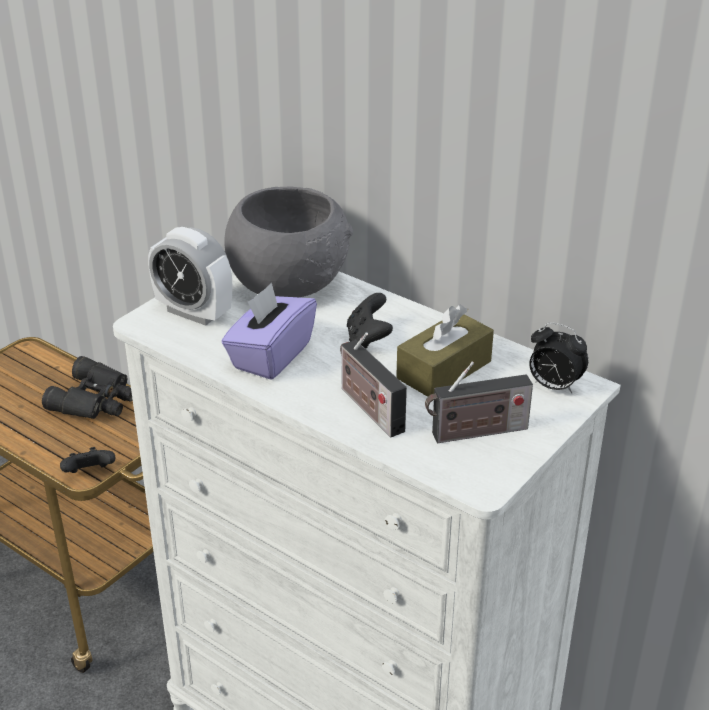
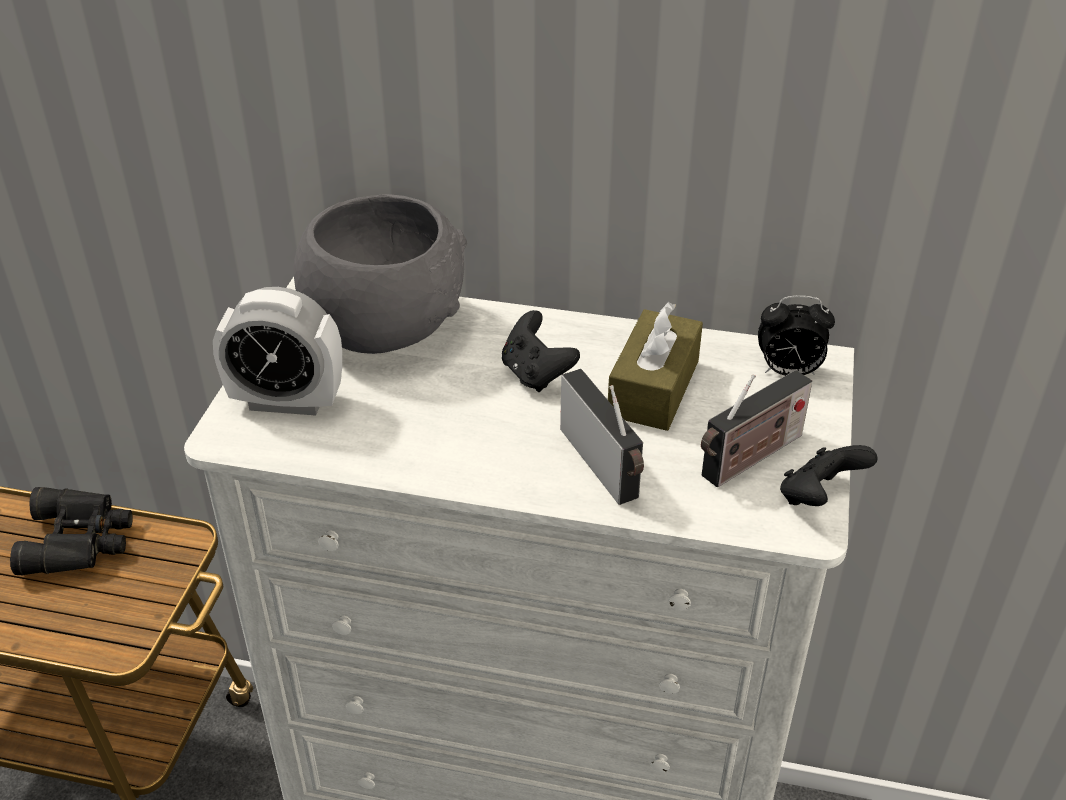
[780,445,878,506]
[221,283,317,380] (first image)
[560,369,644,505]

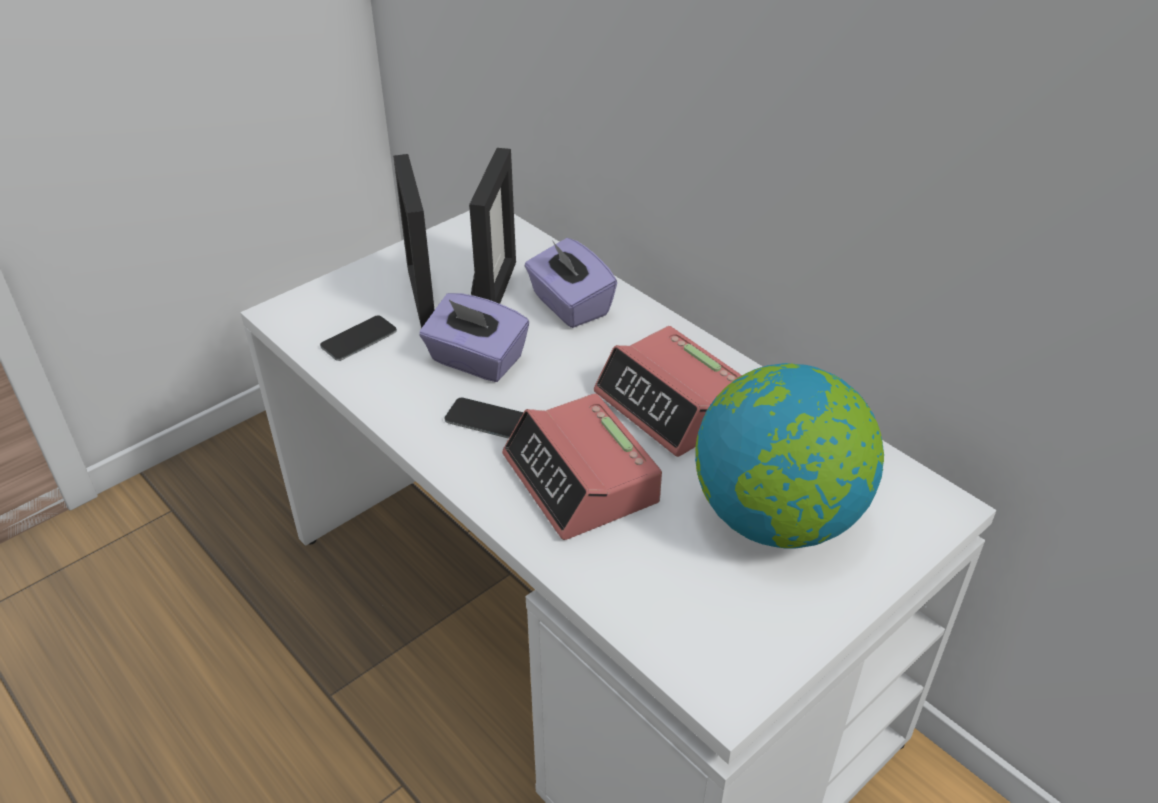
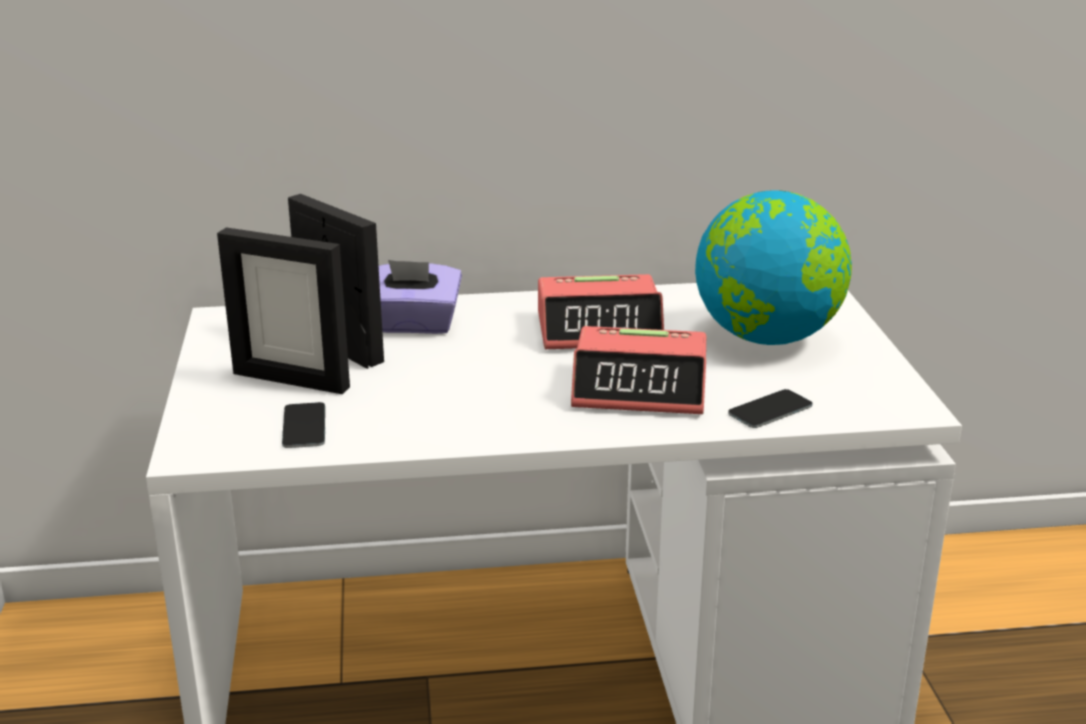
[419,293,529,382] (first image)
[728,389,812,428]

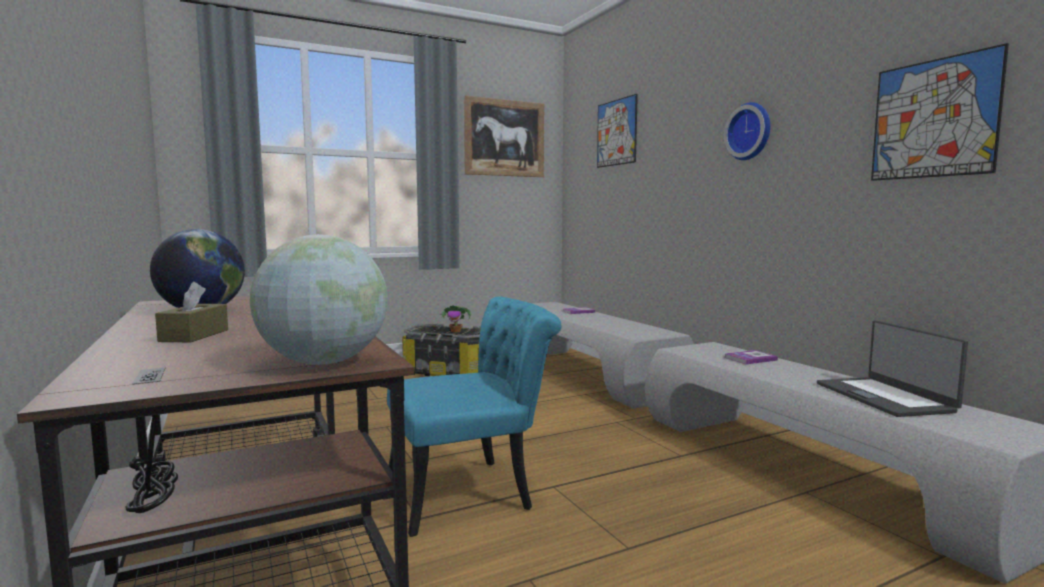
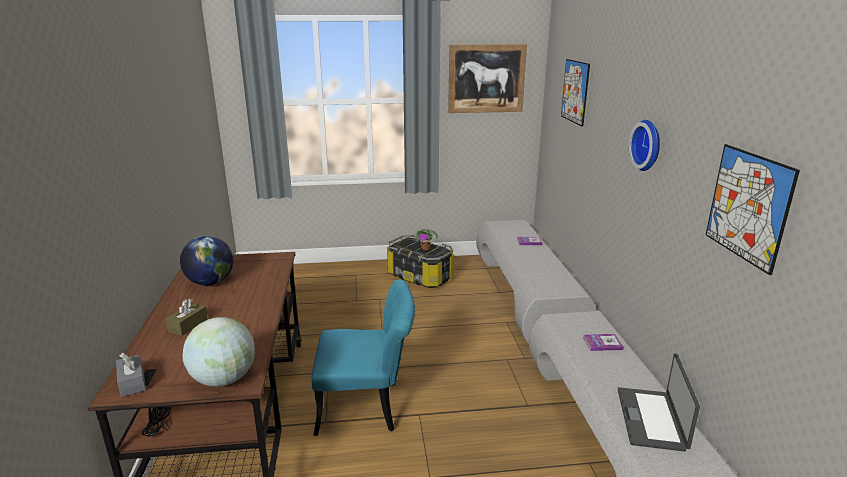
[116,353,146,397]

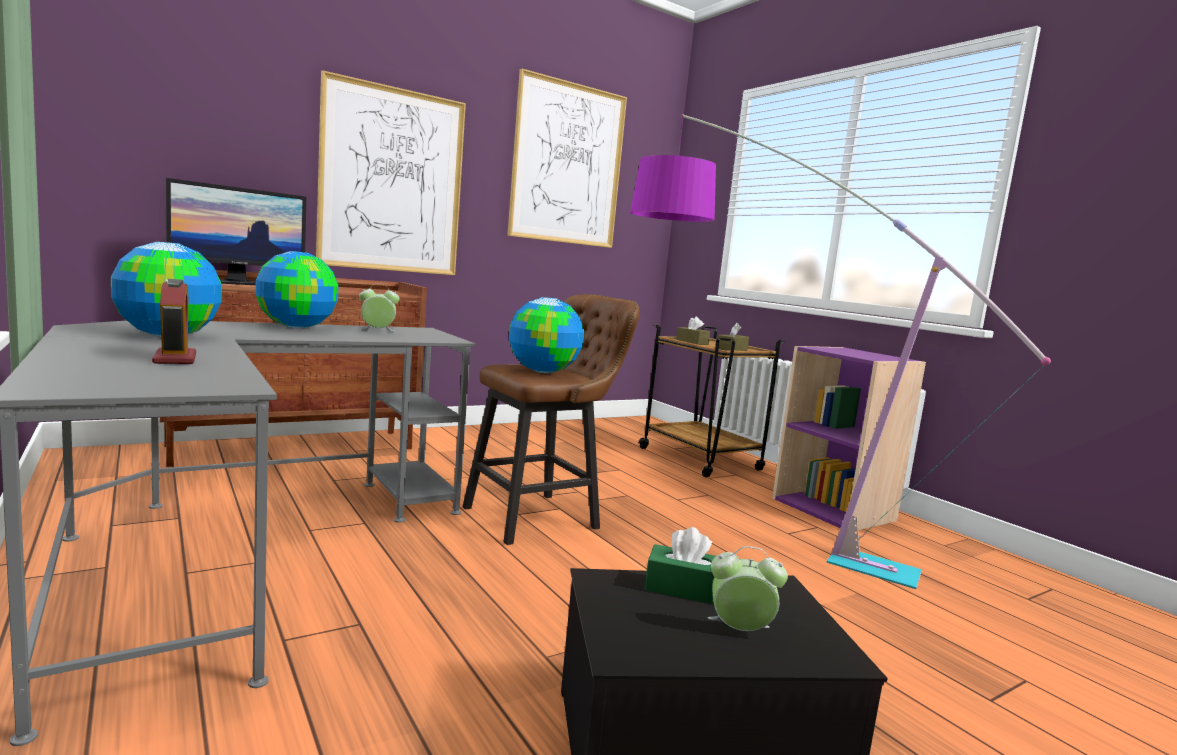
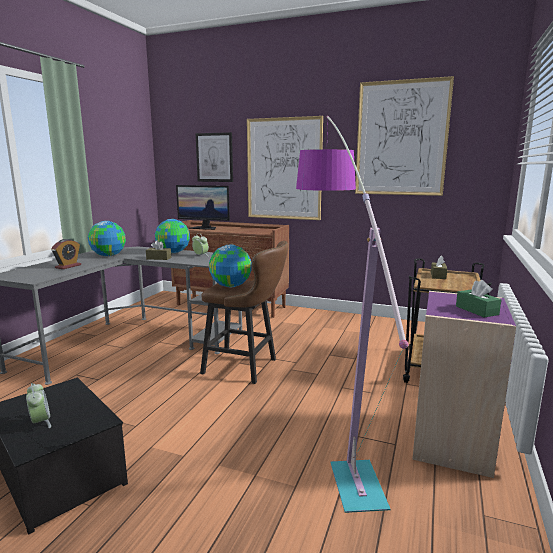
[456,280,501,318]
[146,240,171,260]
[196,132,233,182]

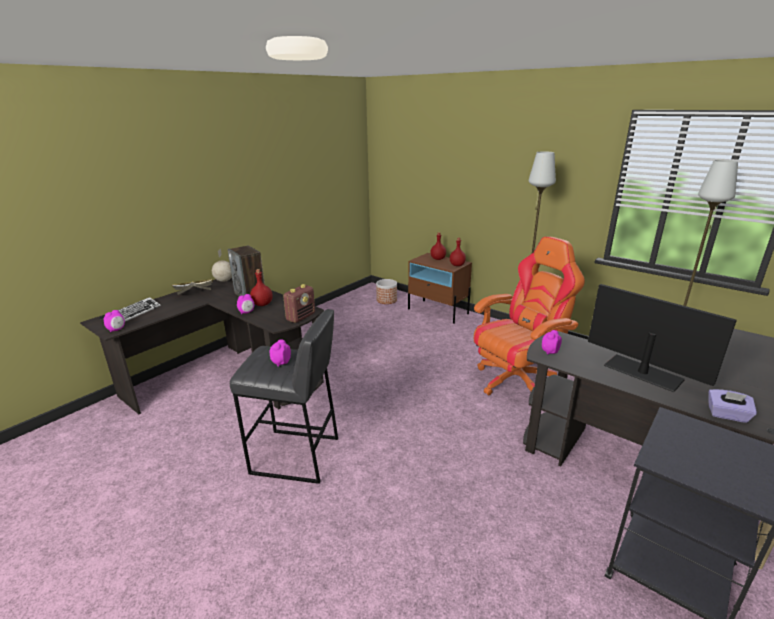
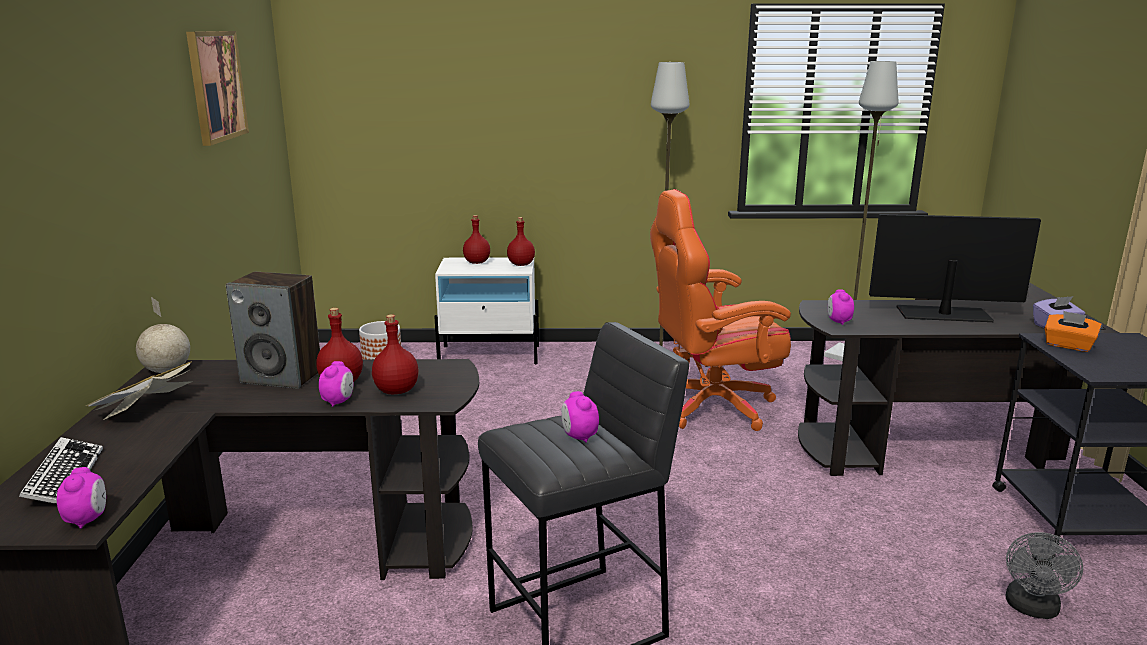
[283,284,315,323] (first image)
[434,257,539,364]
[650,189,791,431]
[186,31,249,146]
[372,314,419,394]
[1005,532,1083,619]
[1044,311,1102,352]

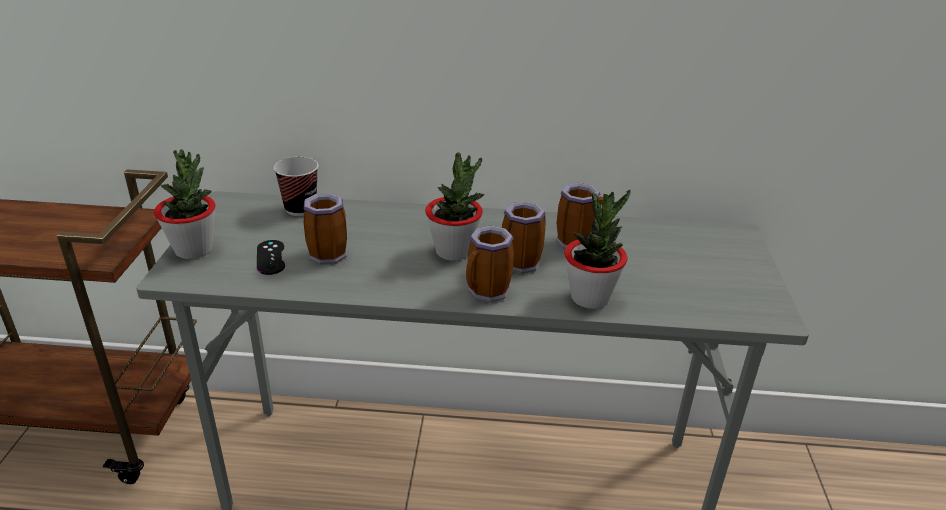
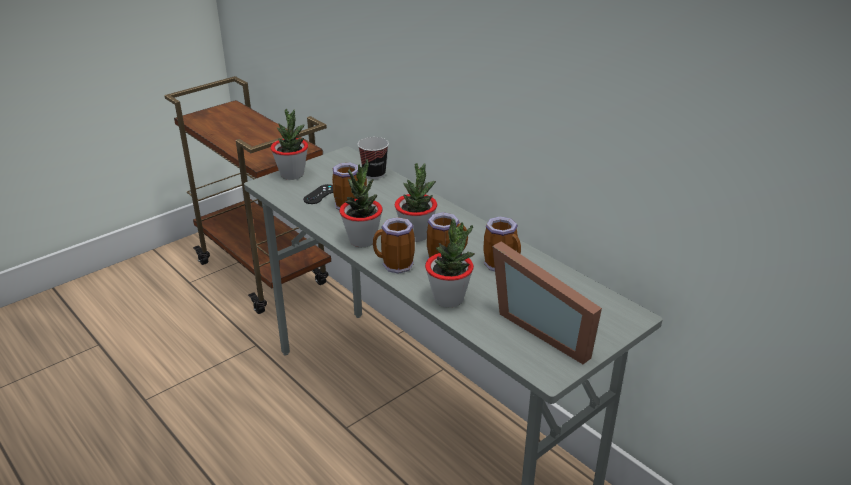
[339,159,383,247]
[492,242,602,364]

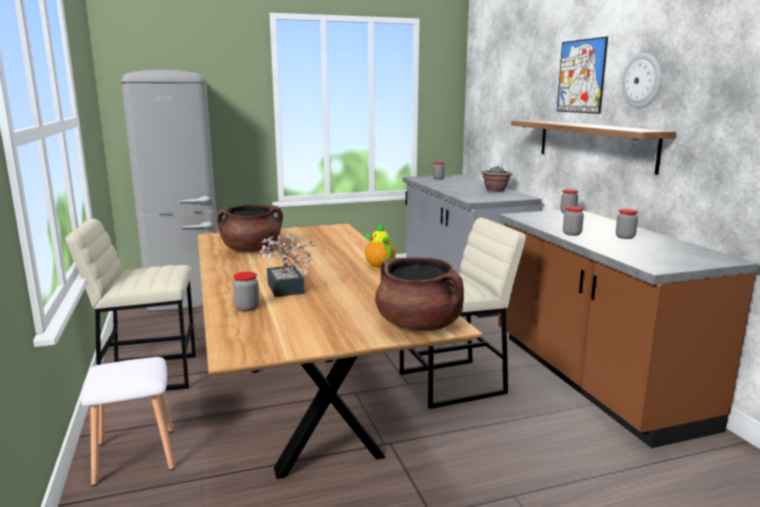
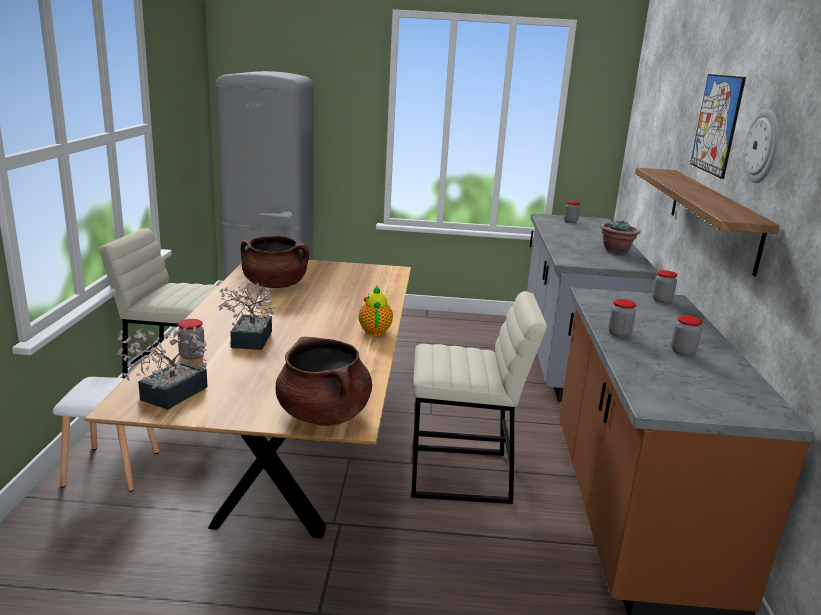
[117,326,208,410]

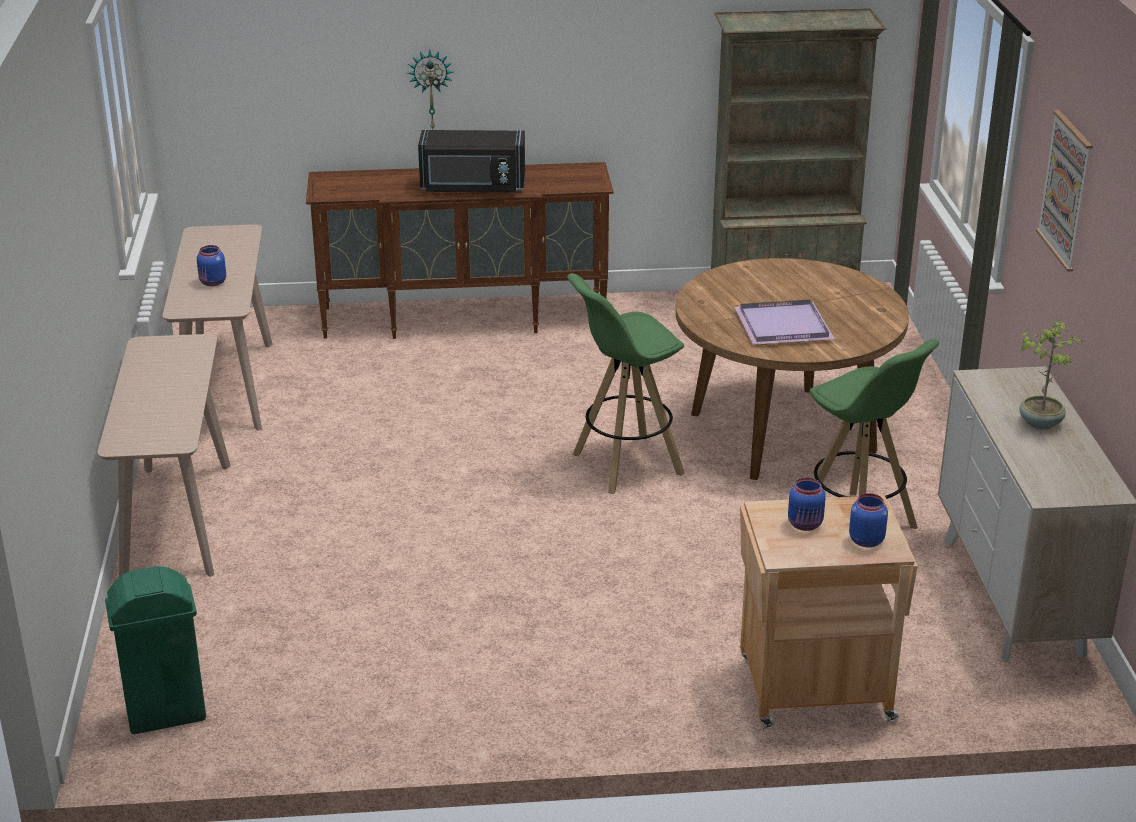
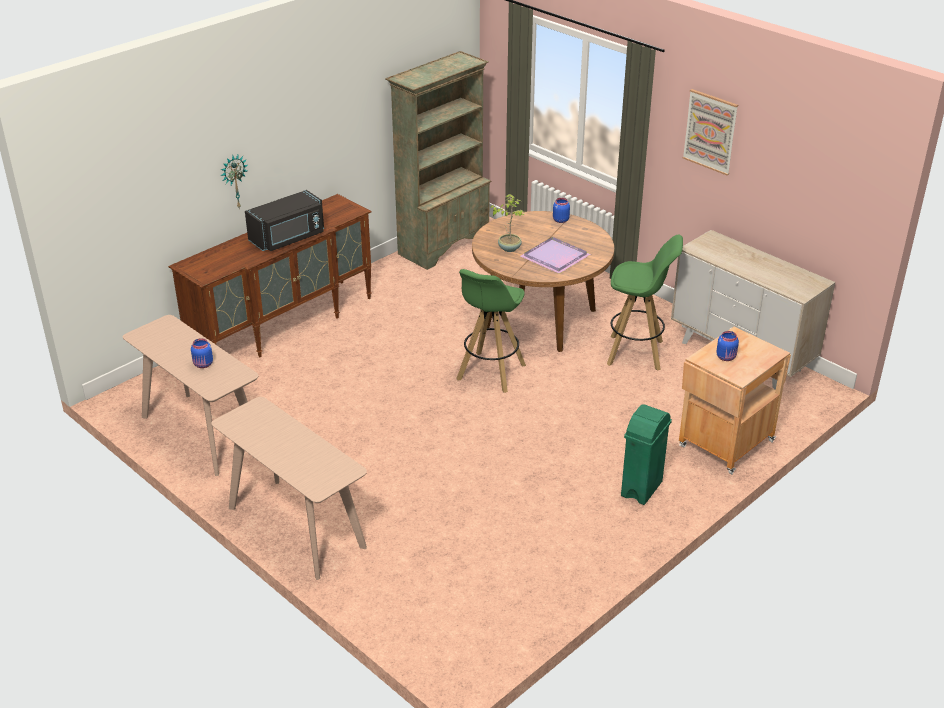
[621,404,672,505]
[553,198,570,223]
[490,194,524,252]

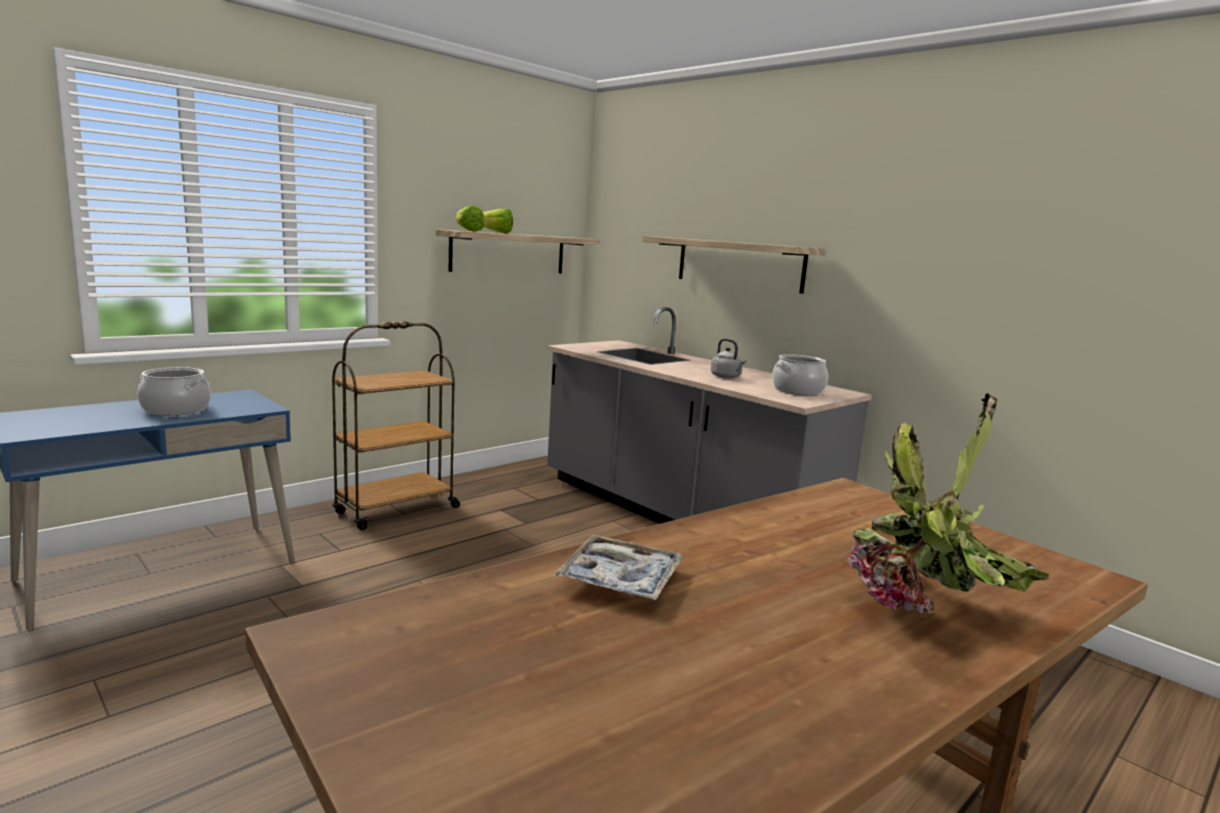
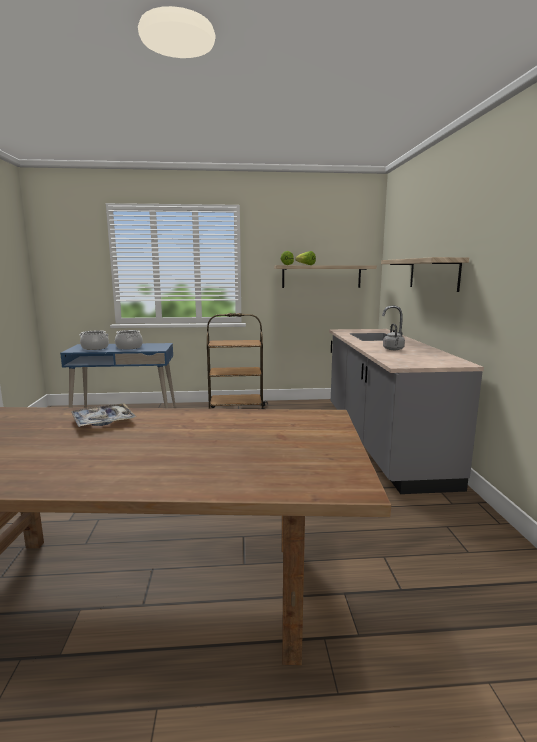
[80,331,109,350]
[849,393,1049,614] (first image)

